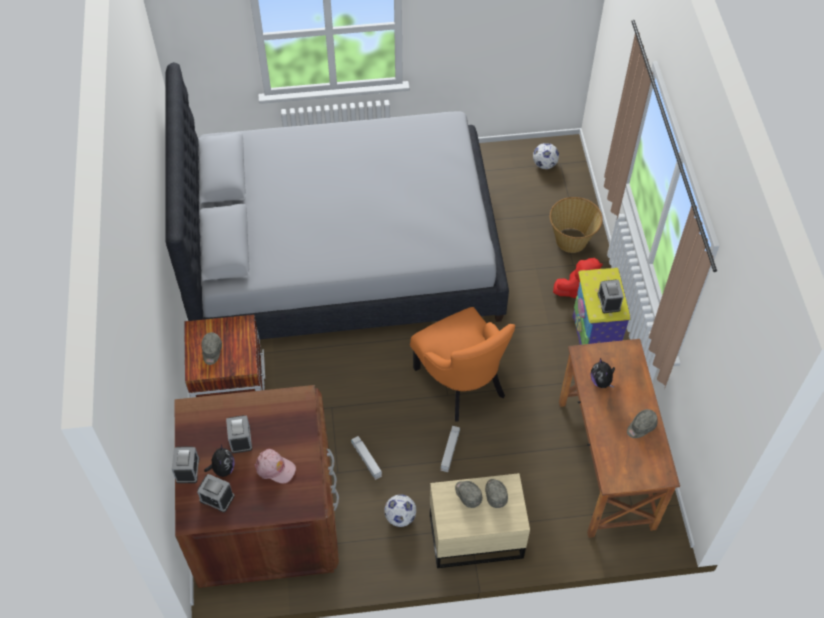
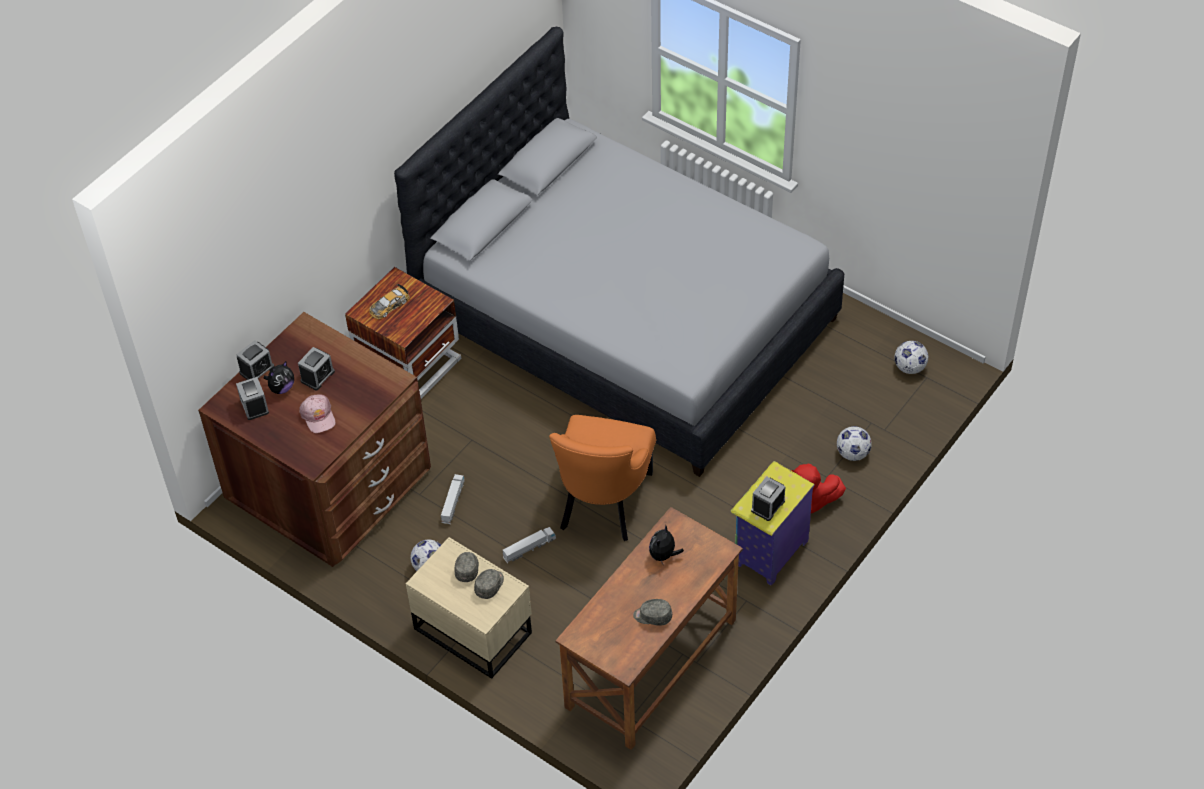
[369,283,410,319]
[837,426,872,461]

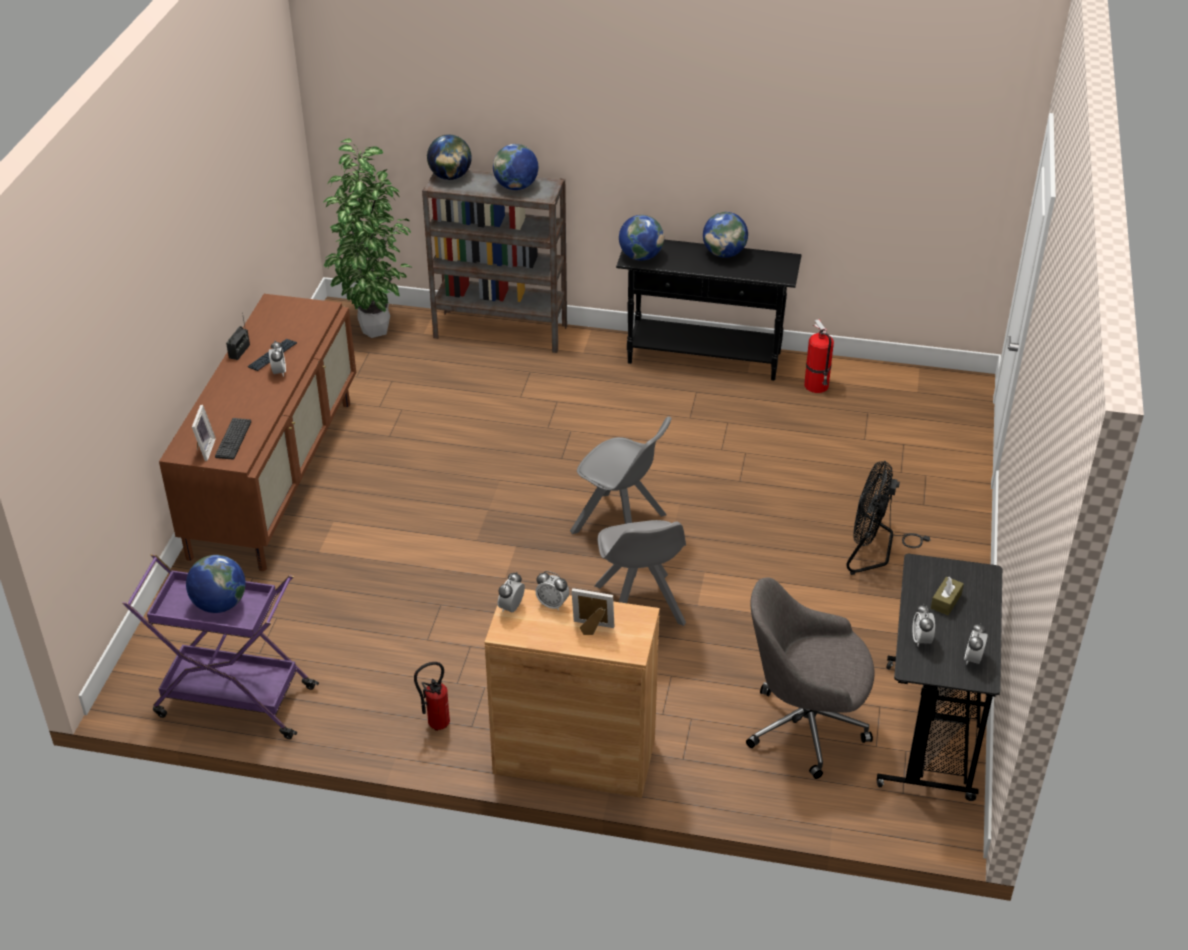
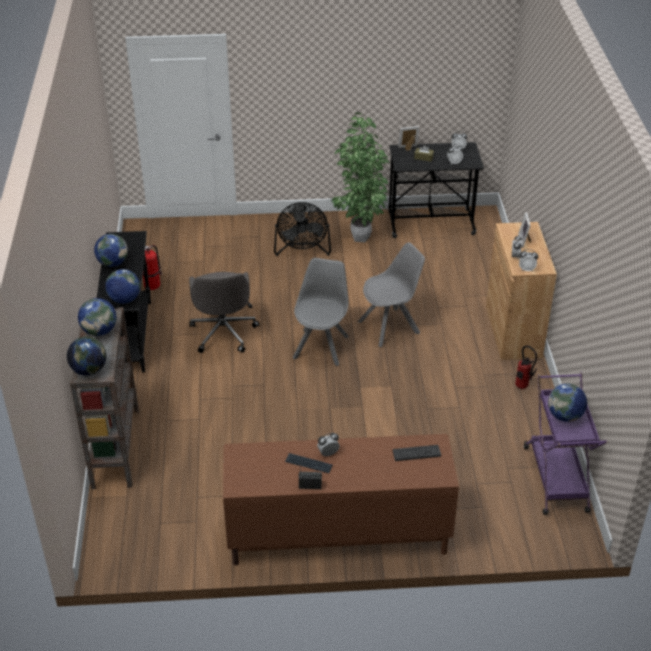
[398,126,419,151]
[331,112,390,242]
[189,272,260,353]

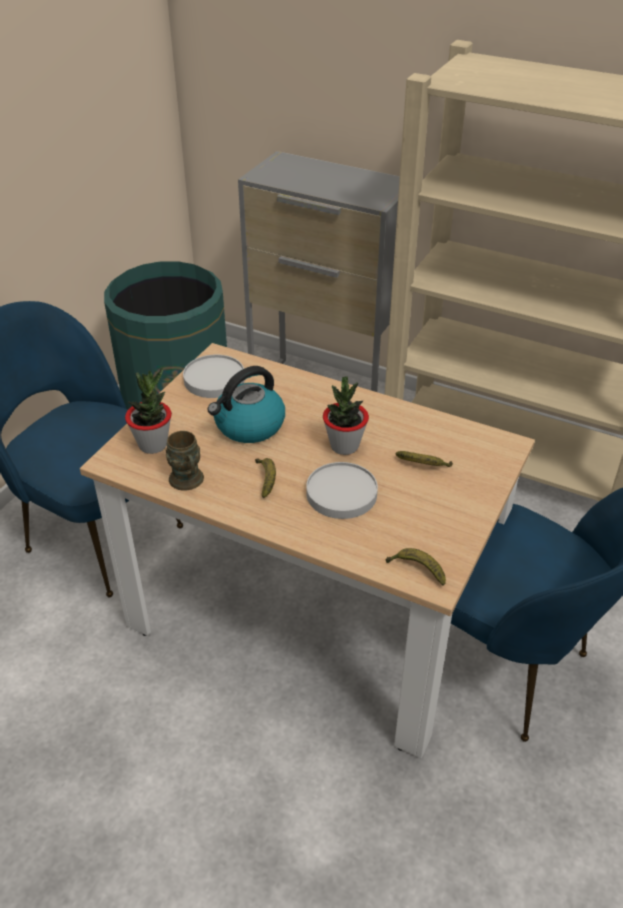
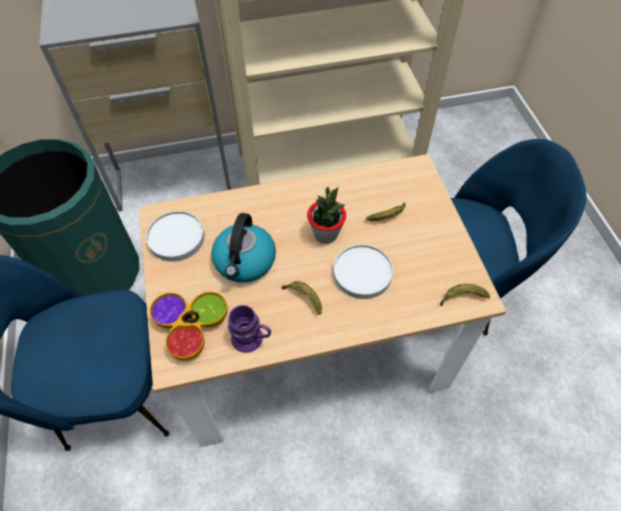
[150,292,227,361]
[228,305,271,353]

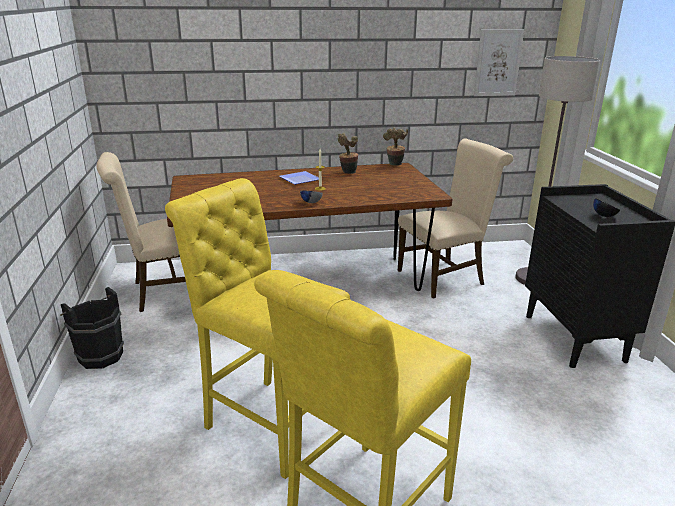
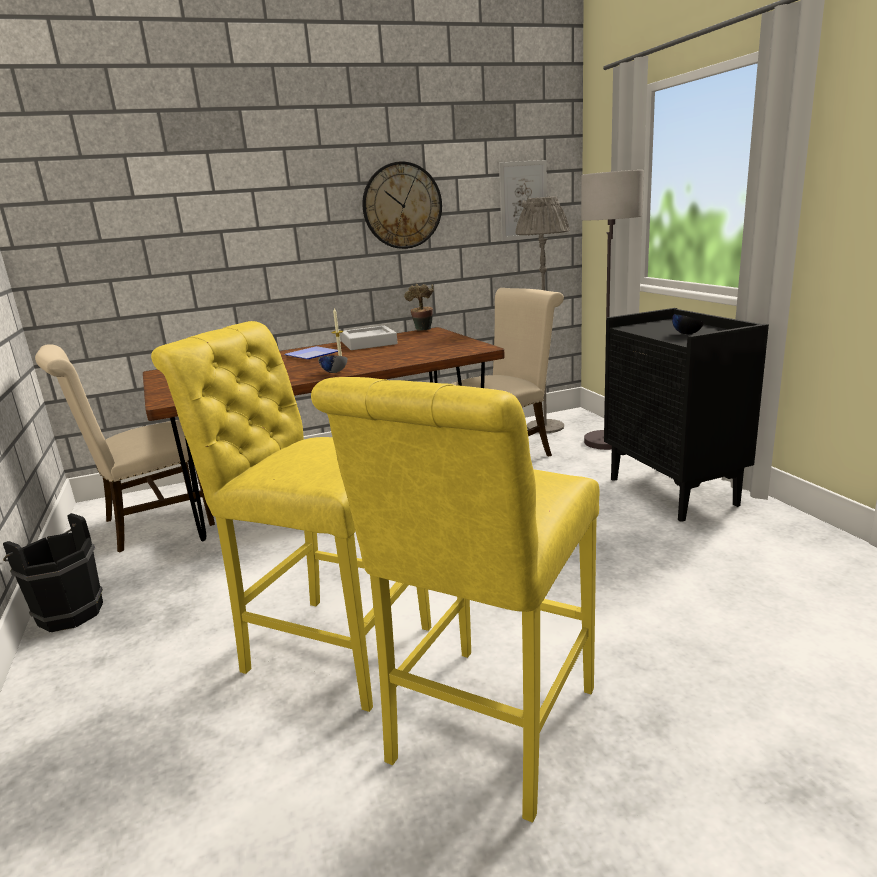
[341,326,398,350]
[362,161,442,249]
[515,196,570,433]

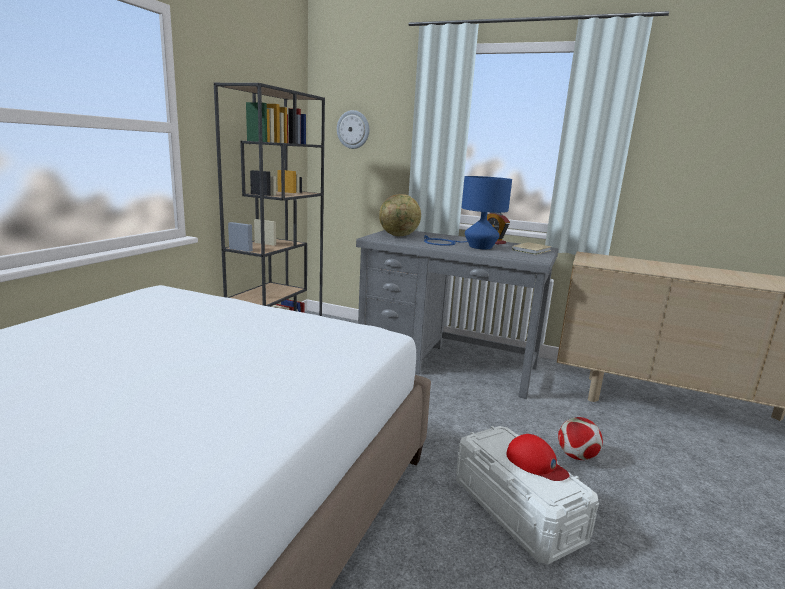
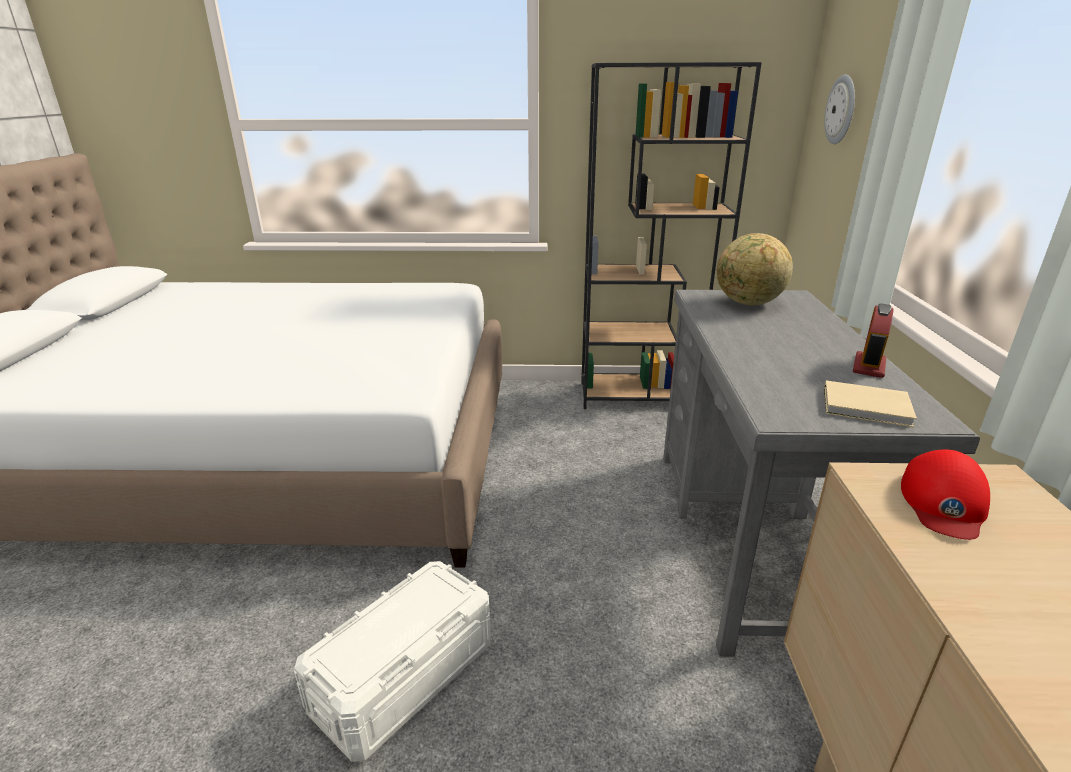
[424,176,512,249] (first image)
[901,449,990,540]
[558,417,603,460] (first image)

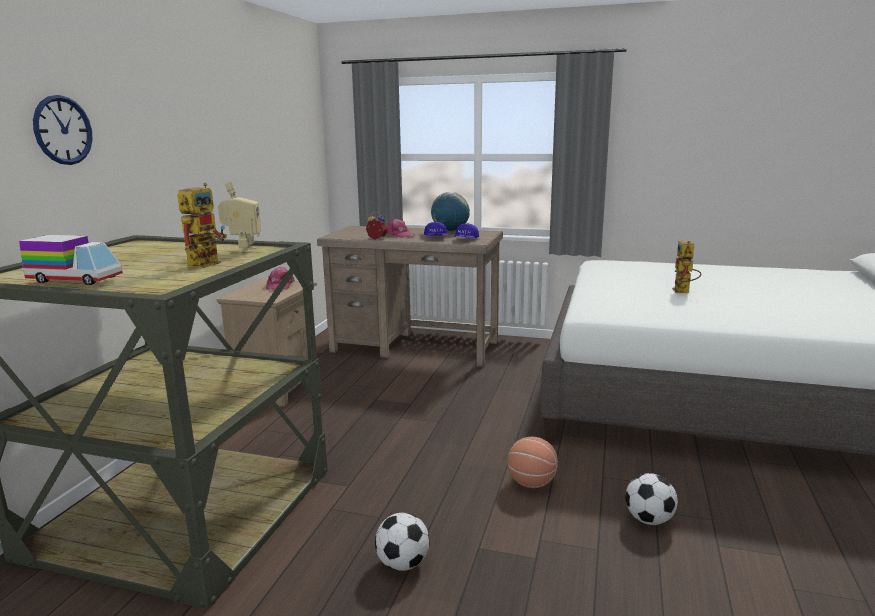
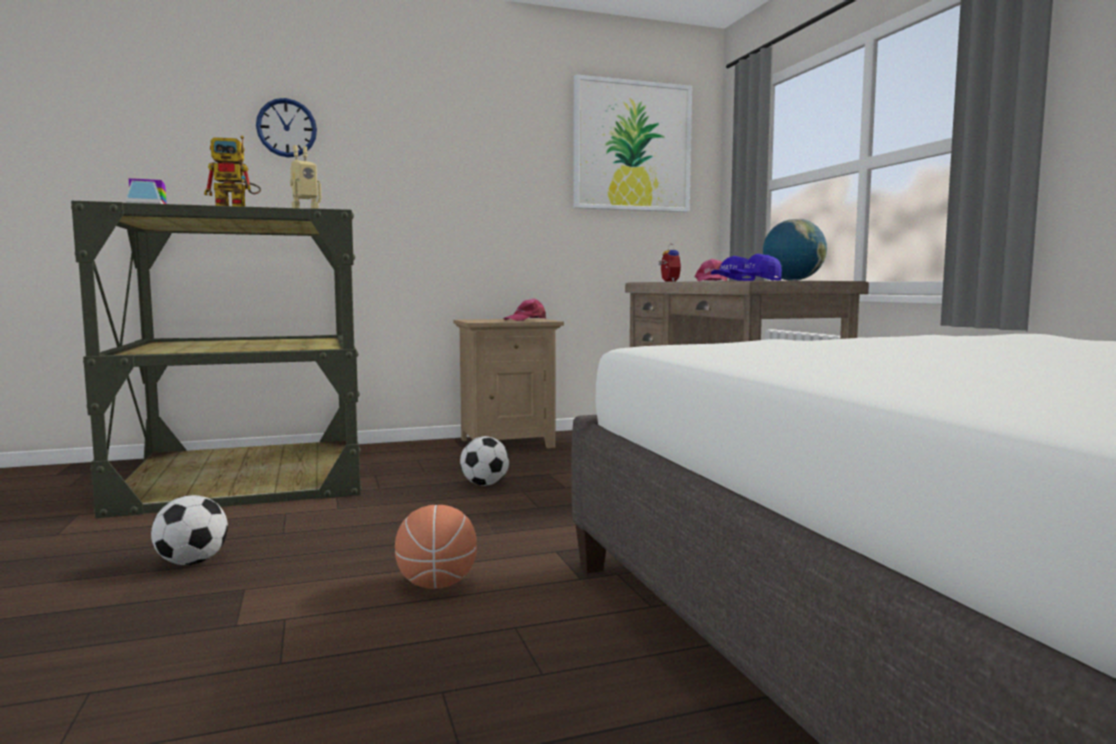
[460,436,509,486]
[672,241,701,293] (first image)
[573,75,692,212]

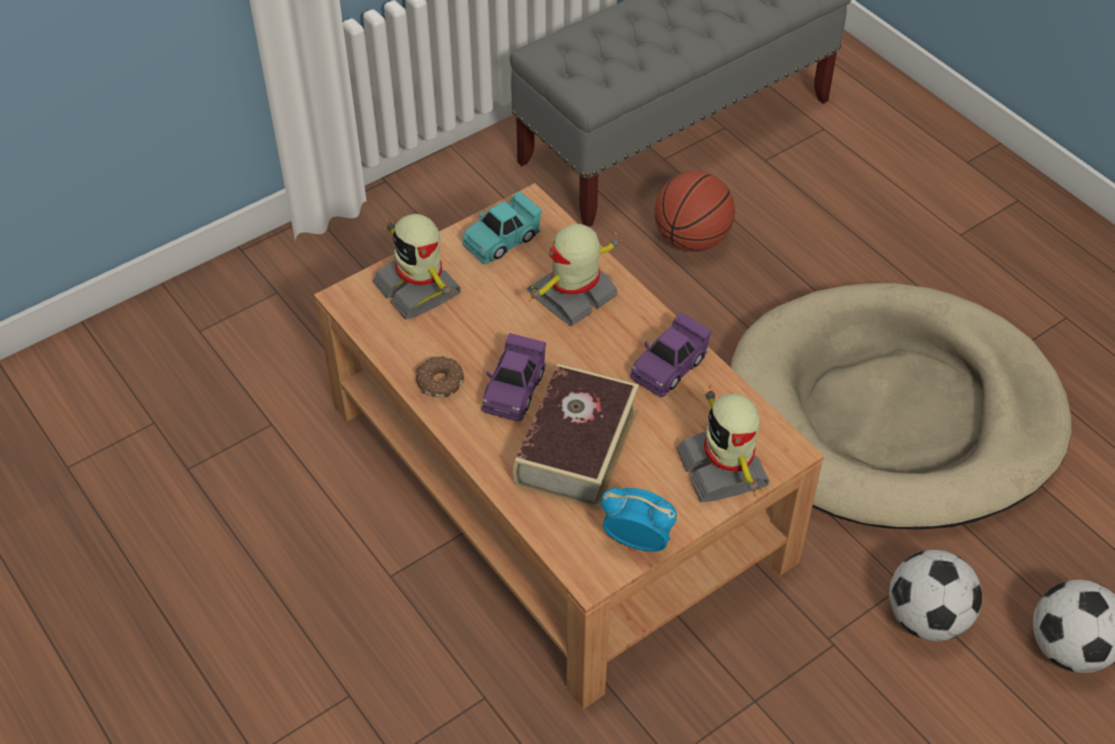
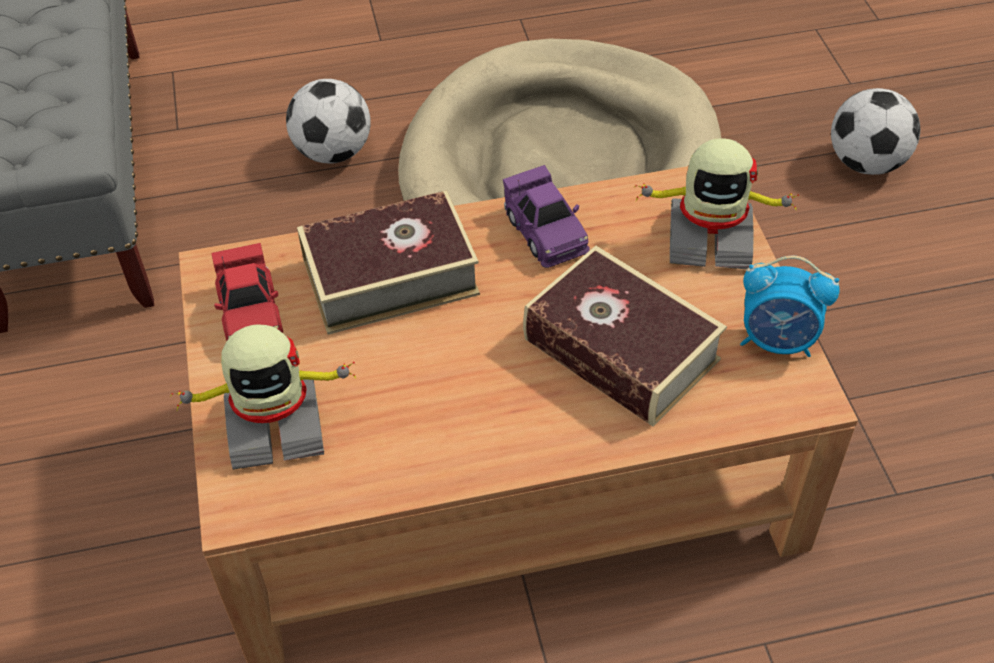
[416,356,464,397] (first image)
[211,243,283,341]
[481,333,546,421] (first image)
[297,190,480,335]
[740,256,840,357]
[654,171,735,252] (first image)
[286,79,371,164]

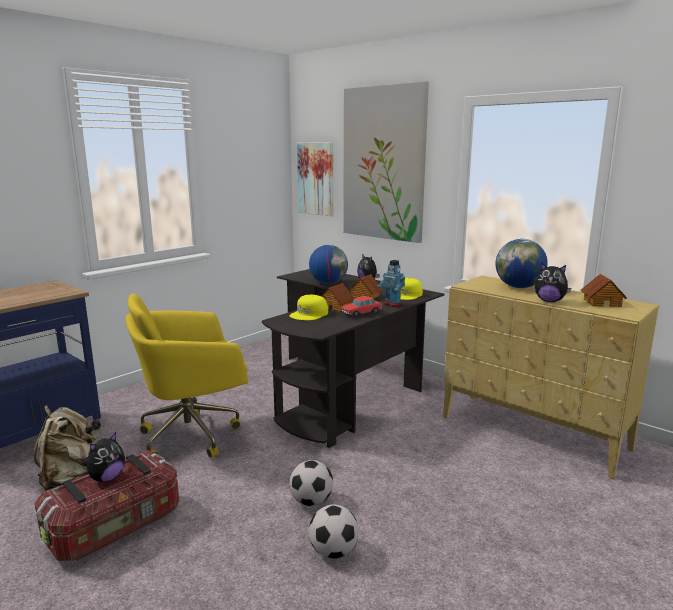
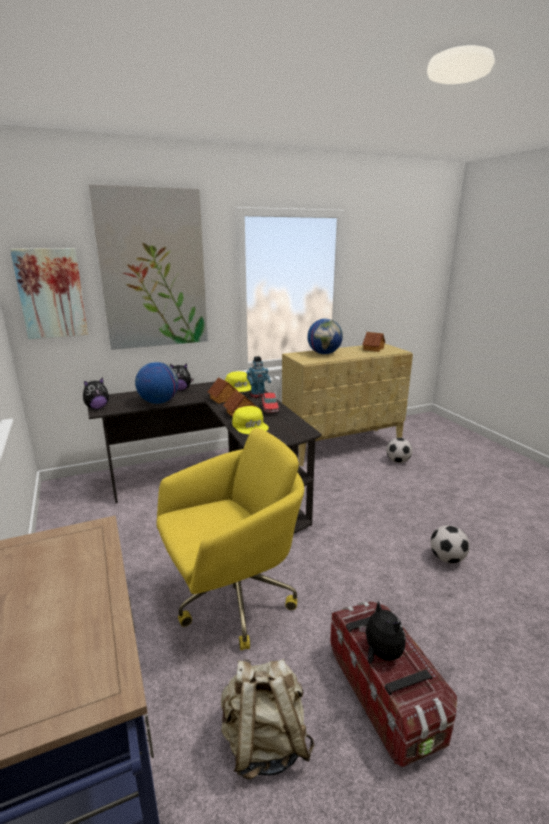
[157,428,304,650]
[386,438,413,463]
[83,378,109,409]

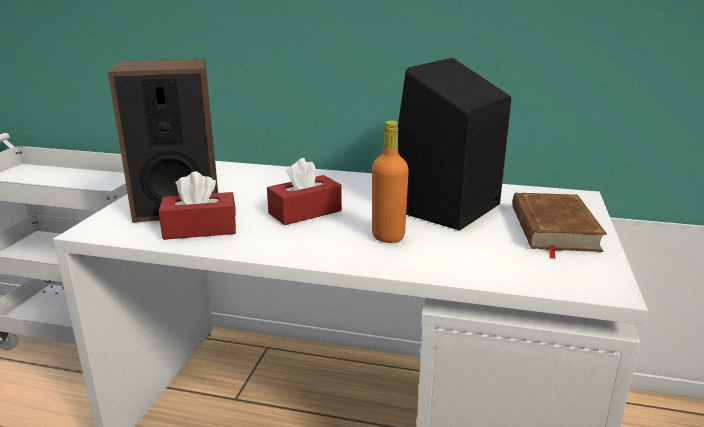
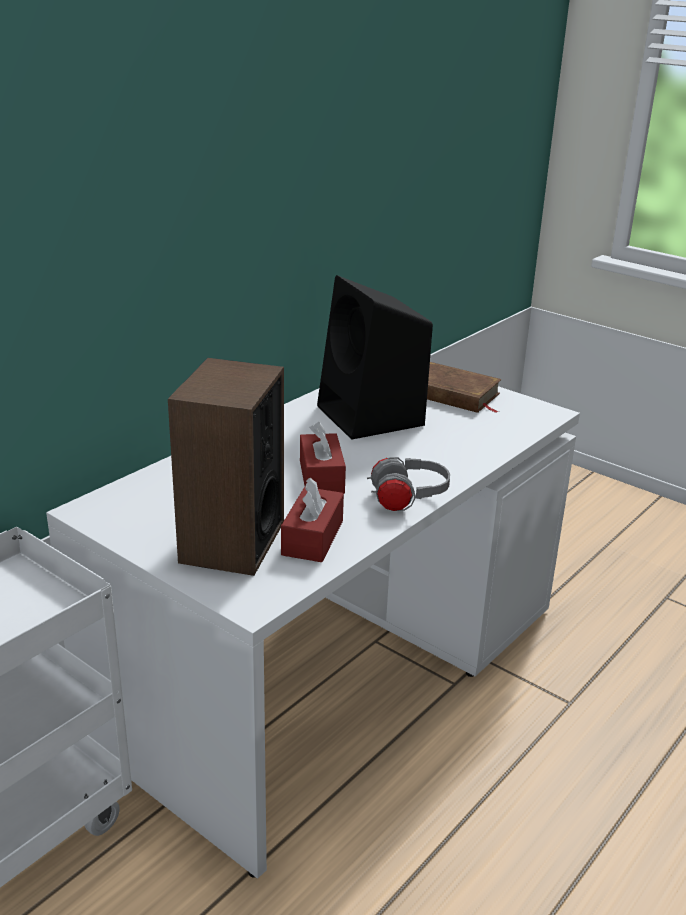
[372,120,409,243] (first image)
[367,457,450,511]

